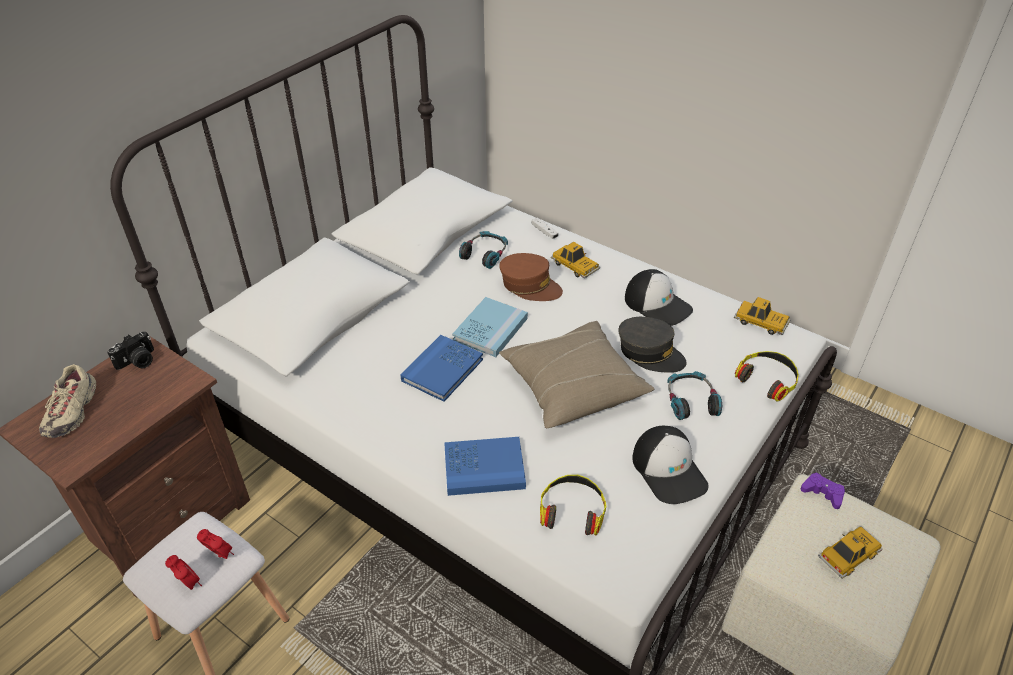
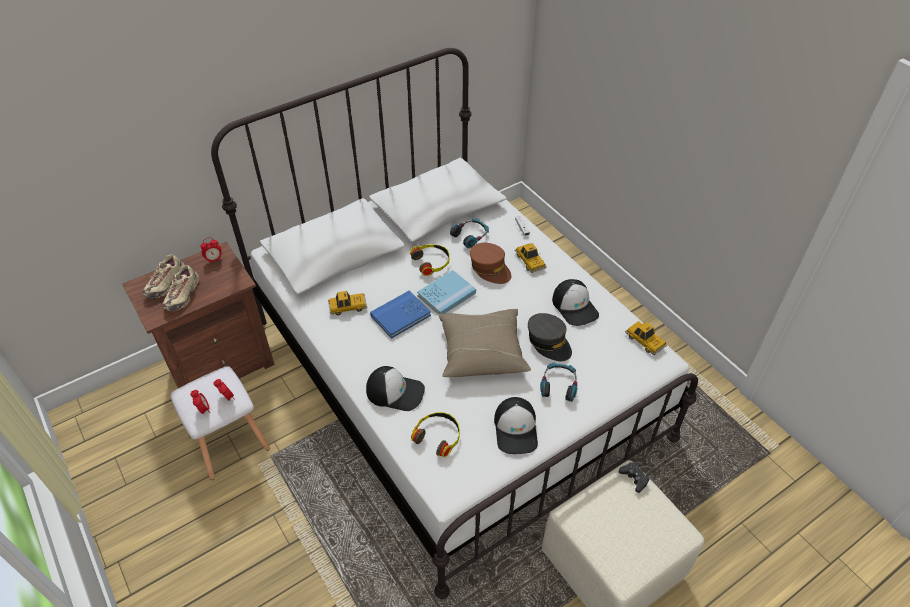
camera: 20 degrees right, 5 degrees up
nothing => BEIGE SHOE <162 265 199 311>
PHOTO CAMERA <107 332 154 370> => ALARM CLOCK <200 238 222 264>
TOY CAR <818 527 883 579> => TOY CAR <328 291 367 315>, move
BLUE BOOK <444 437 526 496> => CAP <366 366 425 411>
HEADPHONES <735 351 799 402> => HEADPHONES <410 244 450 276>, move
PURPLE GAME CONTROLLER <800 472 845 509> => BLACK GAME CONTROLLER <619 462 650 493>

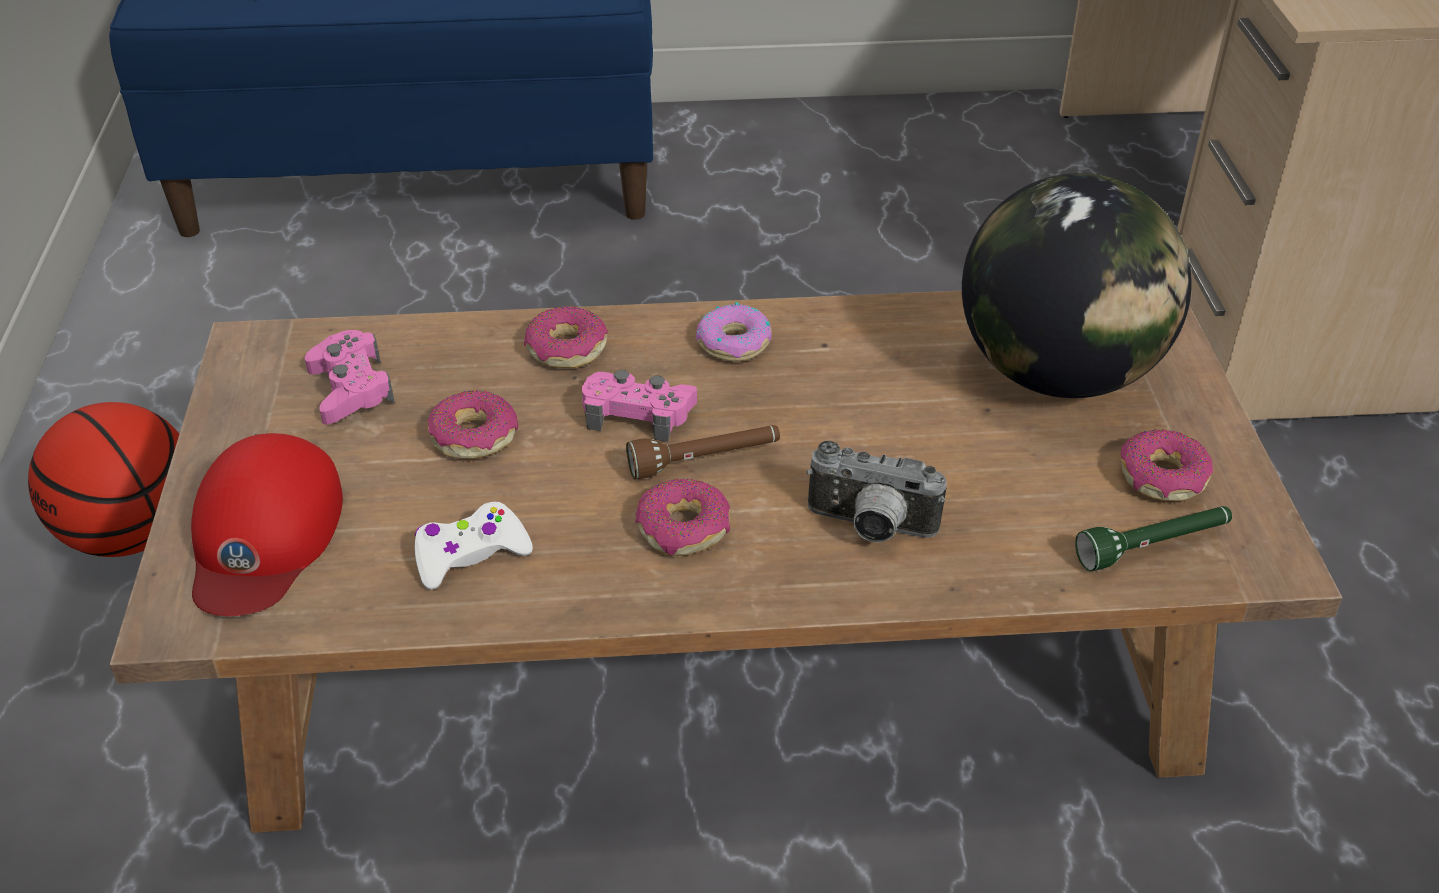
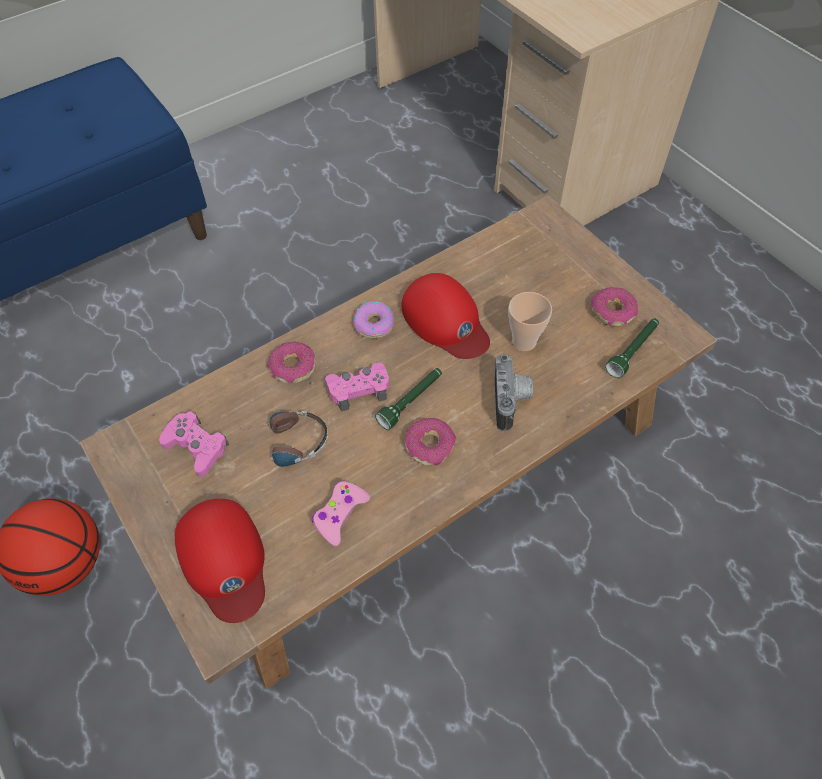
camera: 30 degrees left, 15 degrees up
DONUT <428 390 518 459> => HEADPHONES <243 411 328 467>
WHITE GAME CONTROLLER <415 501 533 590> => PINK GAME CONTROLLER <312 481 370 546>
BROWN FLASHLIGHT <626 425 780 479> => GREEN FLASHLIGHT <375 368 442 430>
nothing => RED CAP <401 273 490 359>
PHOTO CAMERA <807 441 947 543> => PHOTO CAMERA <495 354 533 432>, 75 degrees counterclockwise
nothing => CUP <508 292 552 351>
GLOBE <962 173 1192 398> => nothing

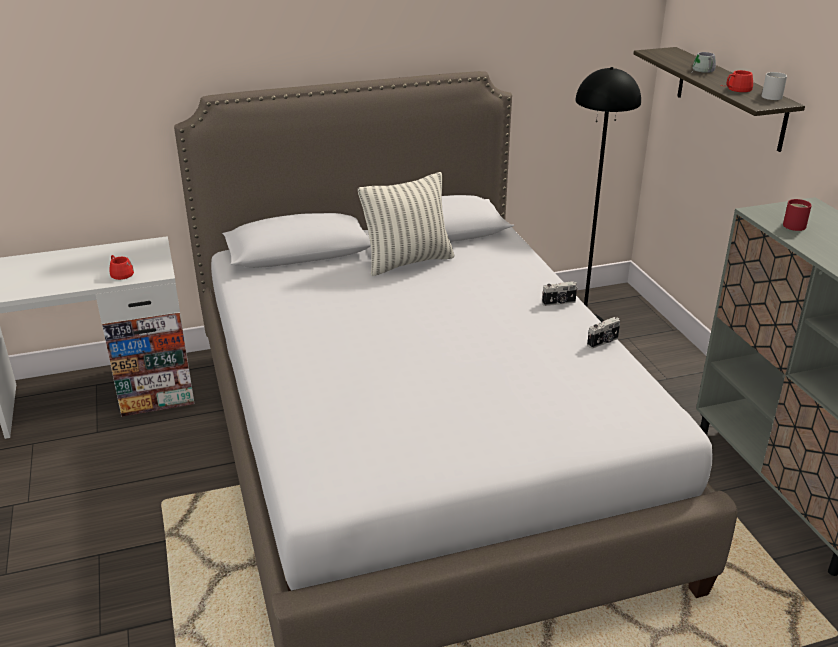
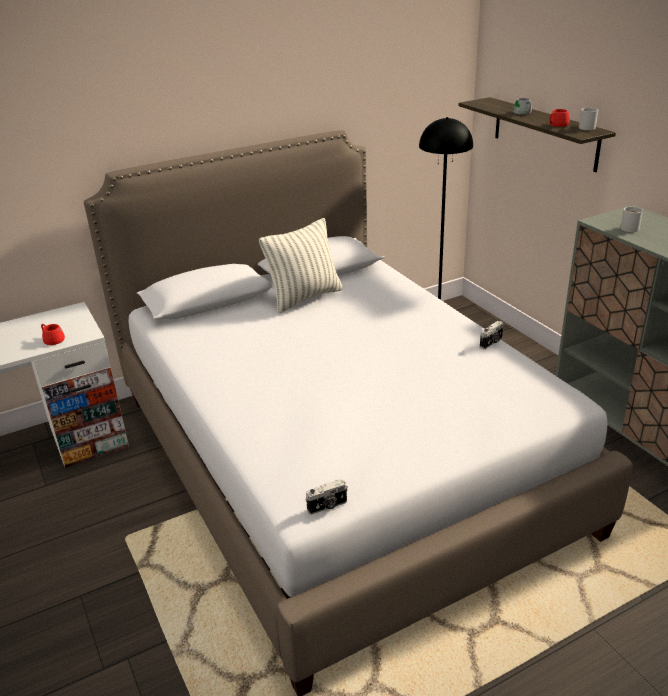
camera: 10 degrees left, 0 degrees up
PHOTO CAMERA <542 281 578 306> => PHOTO CAMERA <305 479 348 515>, move
RED MUG <783 199 812 231> => WHITE MUG <620 207 643 232>

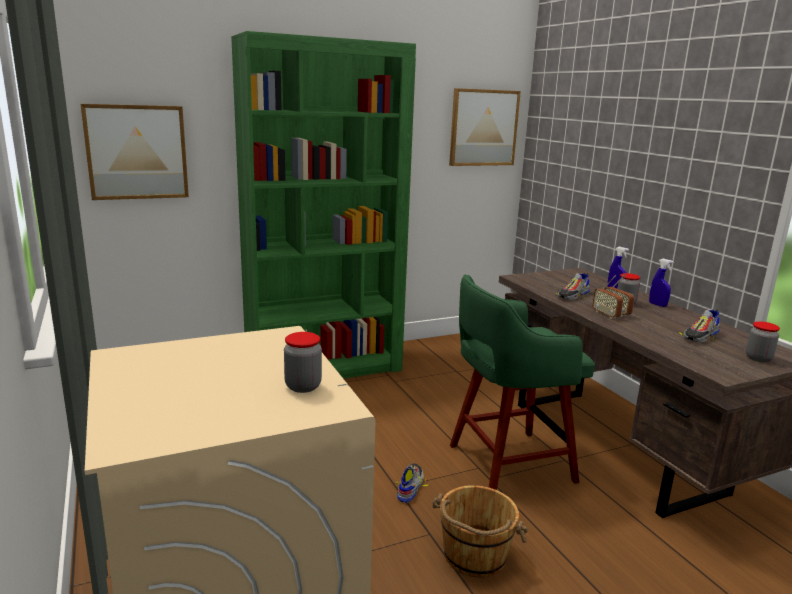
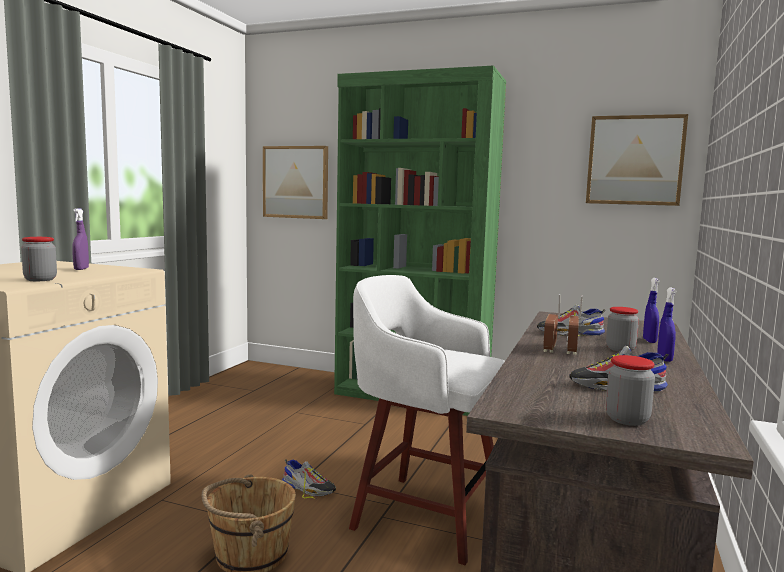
camera: 45 degrees right, 10 degrees down
nothing => PURPLE SPRAY BOTTLE <72 208 89 270>
SHOE <396 464 429 503> => SHOE <282 459 336 499>, 60 degrees clockwise
GREEN STOOL <450 275 595 490> => WHITE STOOL <349 275 505 565>

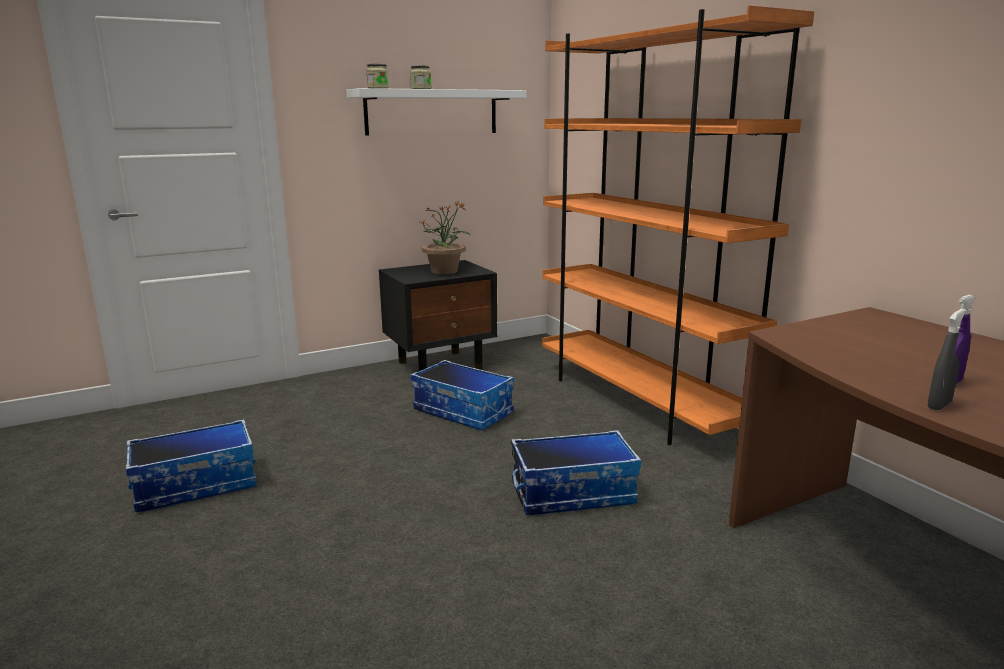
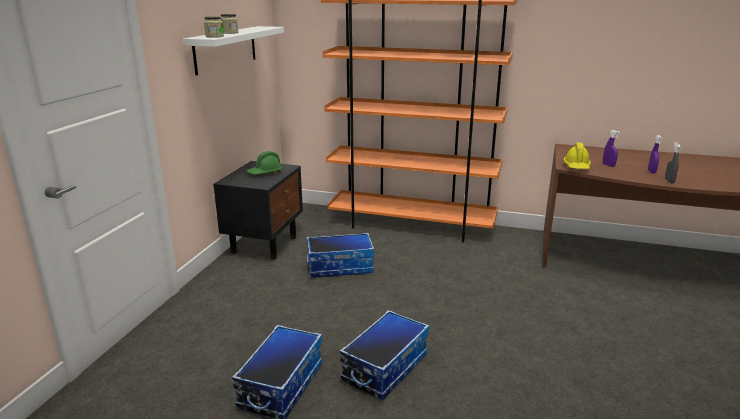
camera: 45 degrees left, 5 degrees up
POTTED PLANT <420 202 471 274> => GREEN HARD HAT <247 151 283 175>
STORAGE BOX <511 430 641 515> => STORAGE BOX <340 310 430 400>, move
nothing => YELLOW HARD HAT <563 142 591 169>
nothing => PURPLE SPRAY BOTTLE <603 130 620 167>

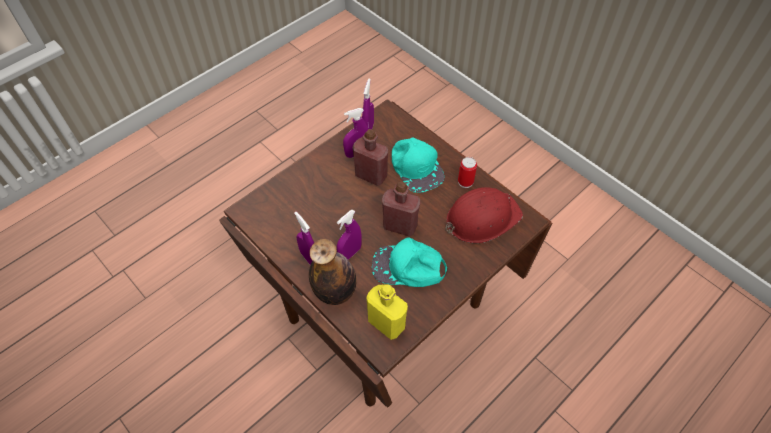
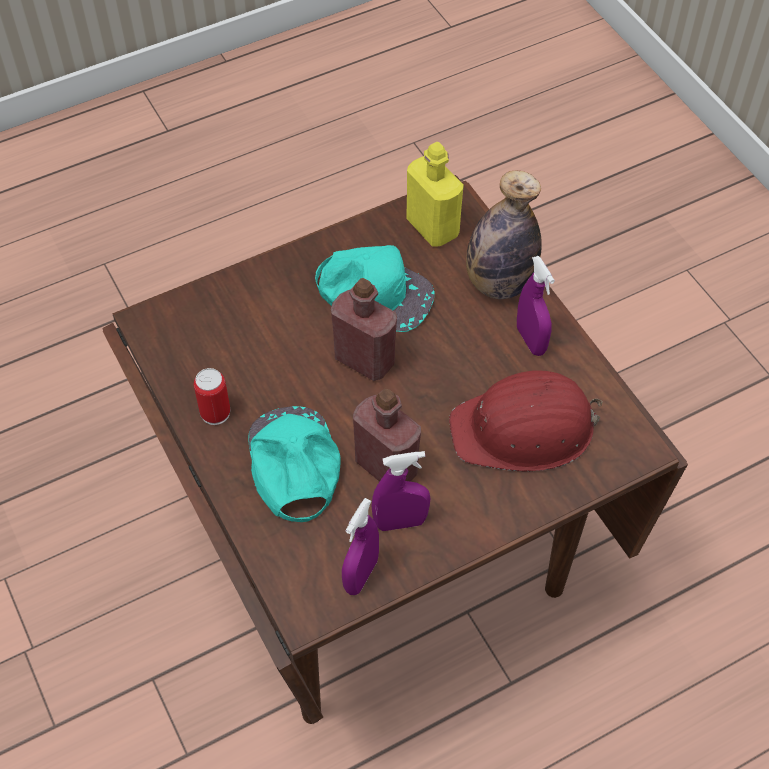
camera: 165 degrees left, 0 degrees up
RED HARD HAT <445 187 523 244> => RED HARD HAT <449 370 603 472>, move
PURPLE SPRAY BOTTLE <337 209 362 260> => nothing

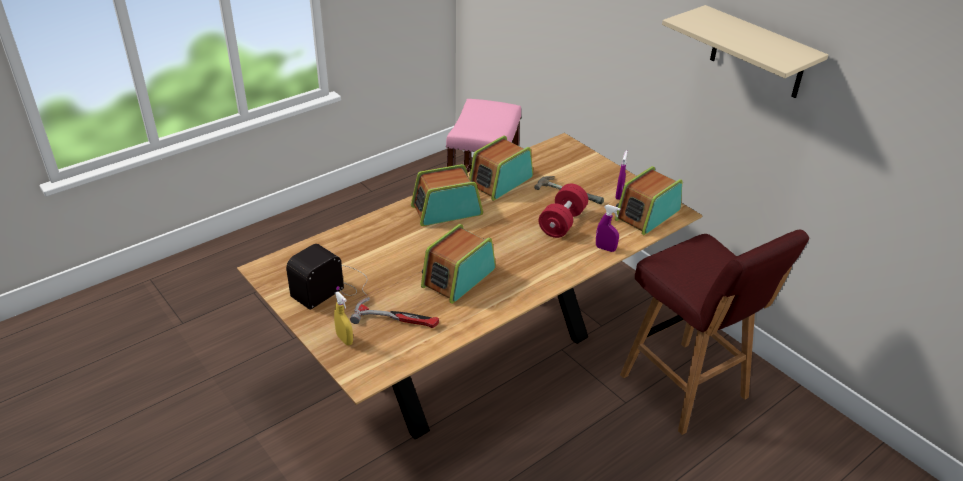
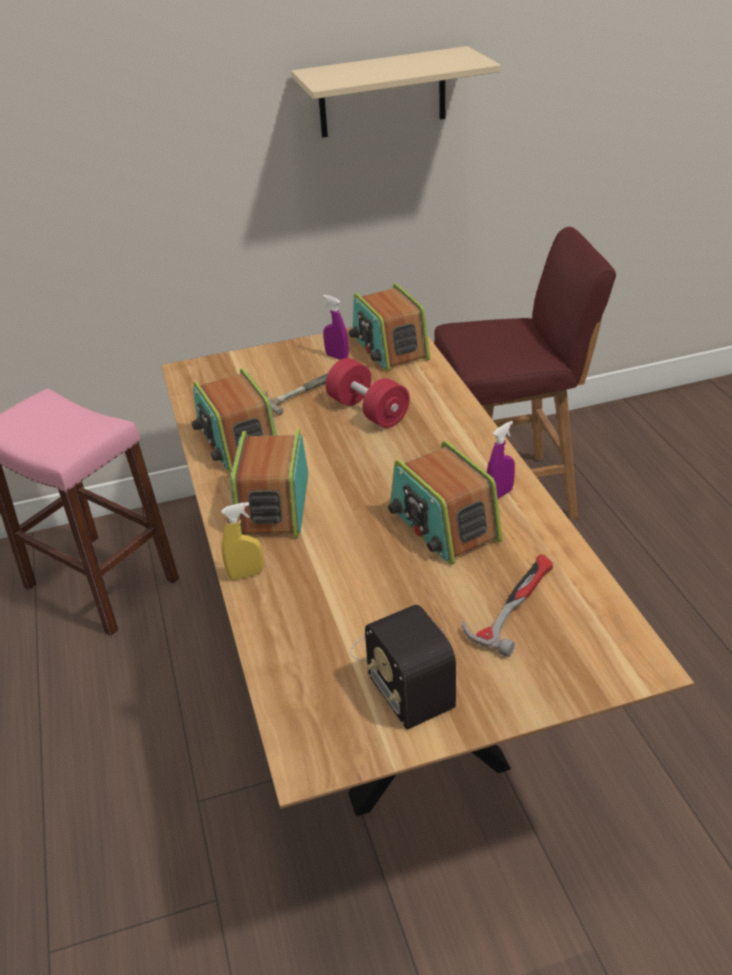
camera: 65 degrees left, 0 degrees up
YELLOW SPRAY BOTTLE <334 291 353 345> => YELLOW SPRAY BOTTLE <221 502 264 580>, move
PURPLE SPRAY BOTTLE <596 205 620 252> => PURPLE SPRAY BOTTLE <487 421 515 499>, move

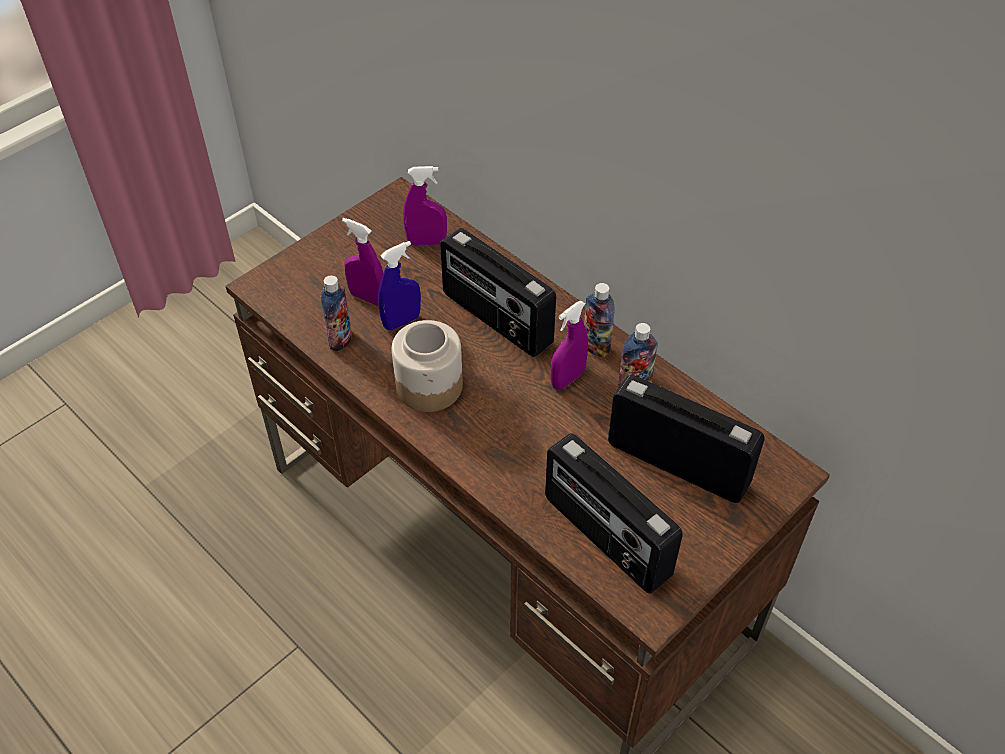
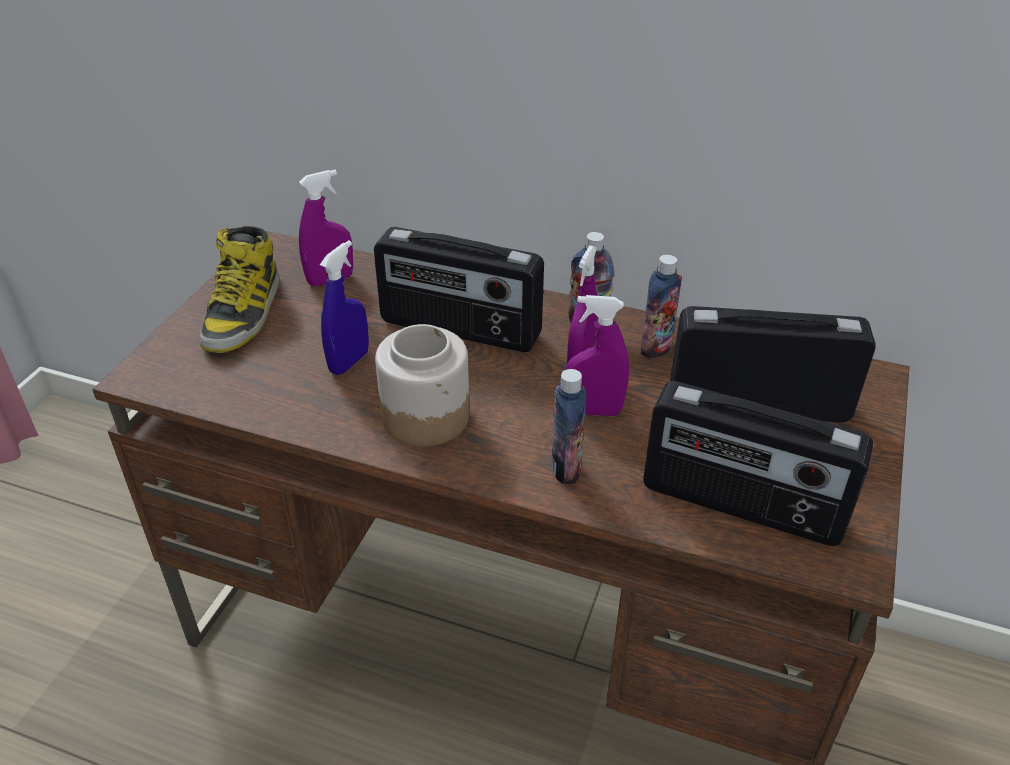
camera: 25 degrees left, 10 degrees down
nothing => BOOT <199 226 280 353>
BOTTLE <321 275 352 351> => BOTTLE <551 369 586 484>, move
PURPLE SPRAY BOTTLE <342 218 384 306> => PURPLE SPRAY BOTTLE <566 295 629 416>, move

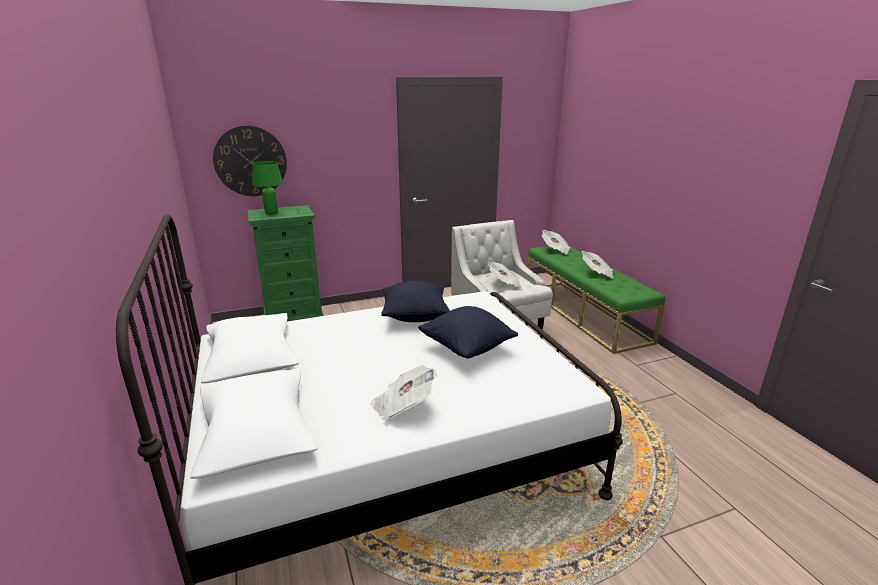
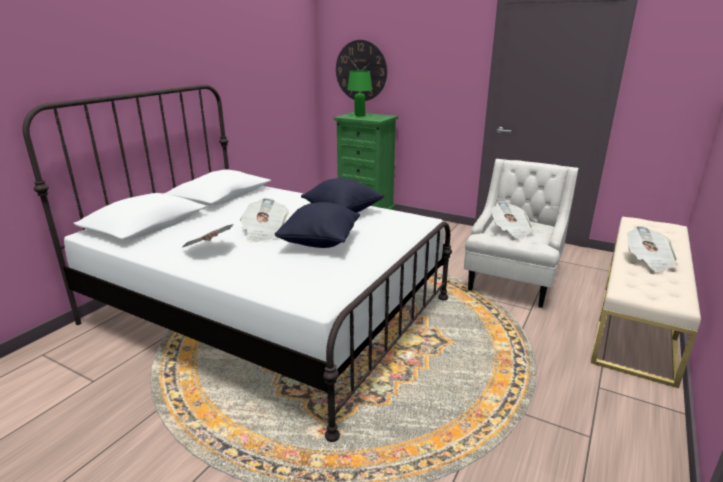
camera: 50 degrees right, 0 degrees up
NEWSPAPER <542 230 571 254> => NEWSPAPER <240 198 289 242>, move
GREEN BENCH <527 246 665 354> => BEIGE BENCH <591 217 701 388>

